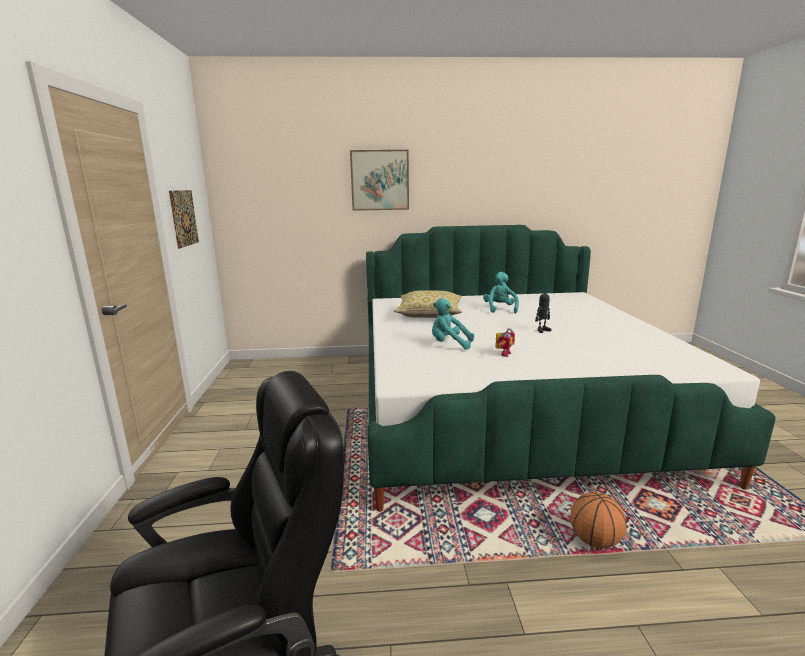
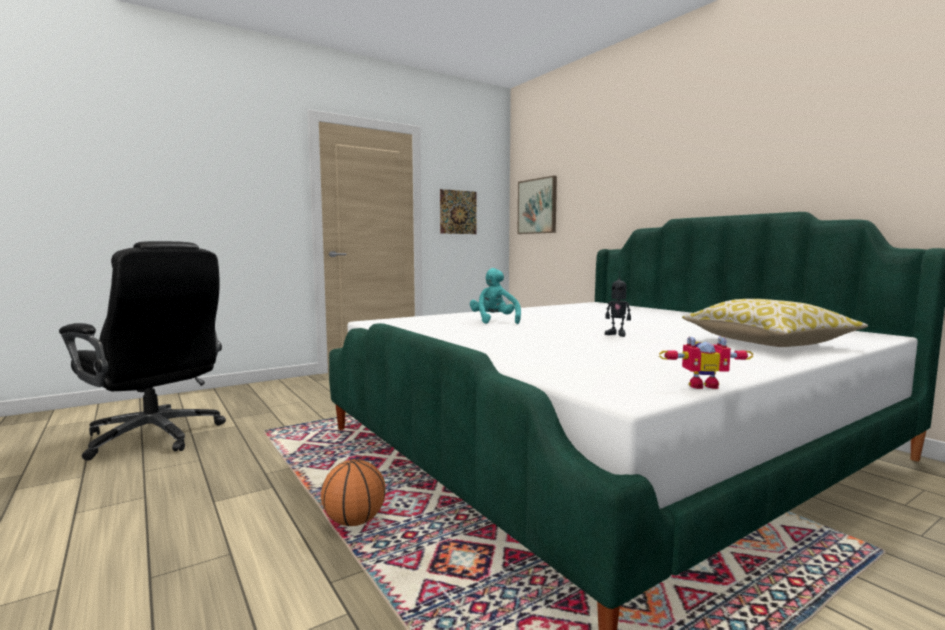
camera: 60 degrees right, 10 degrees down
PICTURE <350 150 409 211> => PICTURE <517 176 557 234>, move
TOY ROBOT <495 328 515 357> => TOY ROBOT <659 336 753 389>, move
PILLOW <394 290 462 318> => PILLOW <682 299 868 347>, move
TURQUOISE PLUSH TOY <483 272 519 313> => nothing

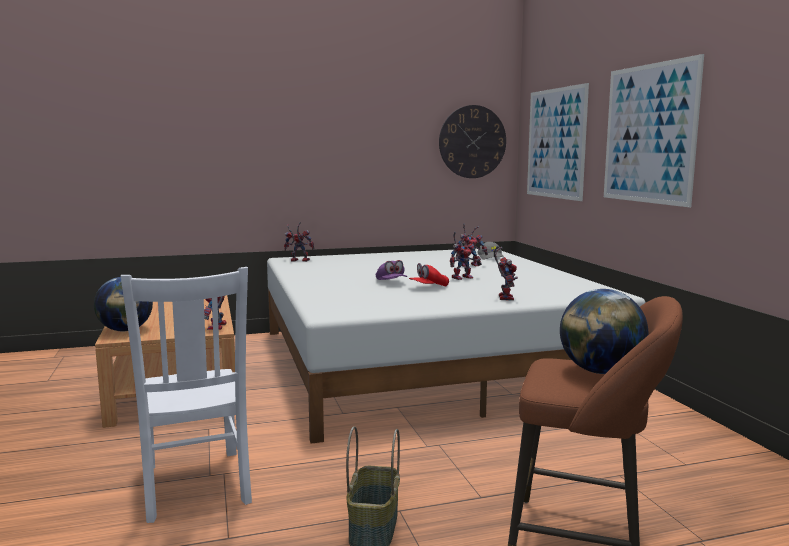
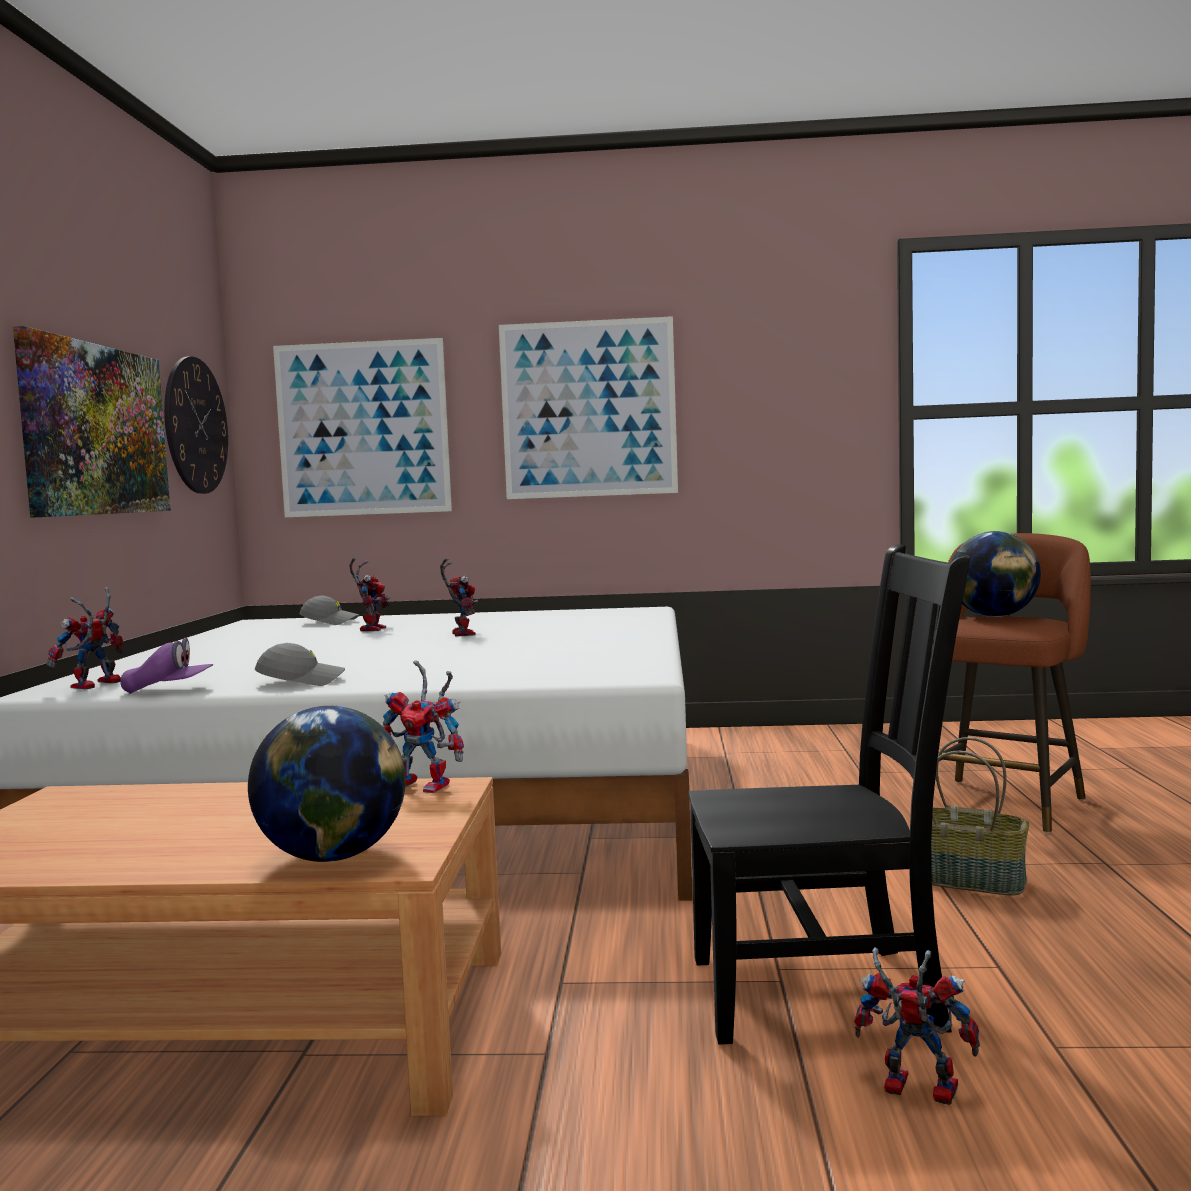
camera: 70 degrees left, 5 degrees down
nothing => PICTURE <13 326 171 518>
PURPLE CAP <376 260 407 280> => PURPLE CAP <120 638 213 694>, move
nothing => GREY CAP <255 643 345 686>
WHITE CHAIR <121 267 252 523> => BLACK CHAIR <688 545 970 1045>
TOY ROBOT <494 246 518 301> => TOY ROBOT <854 948 980 1105>, move
RED CAP <409 263 449 287> => nothing

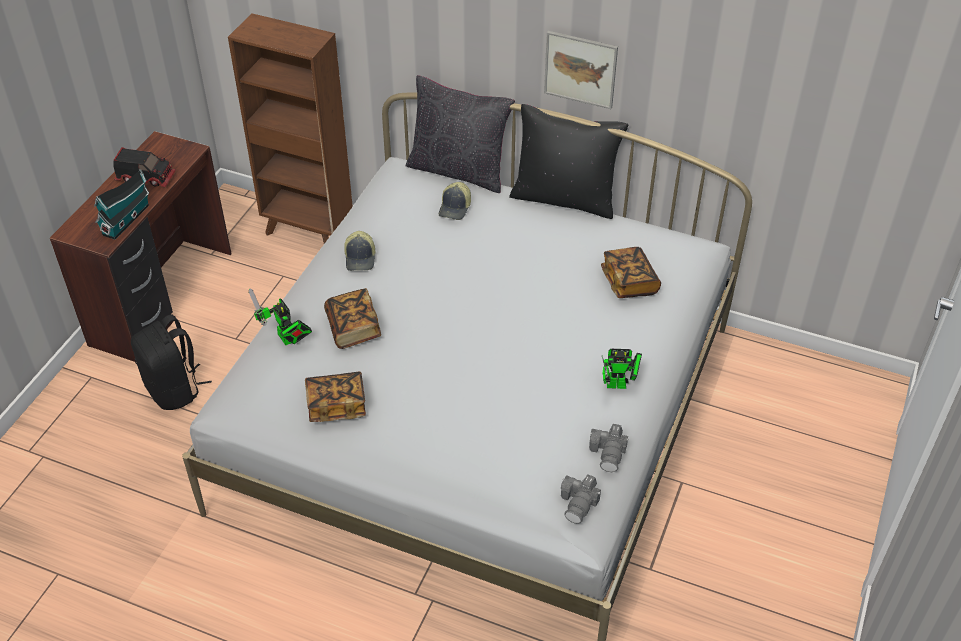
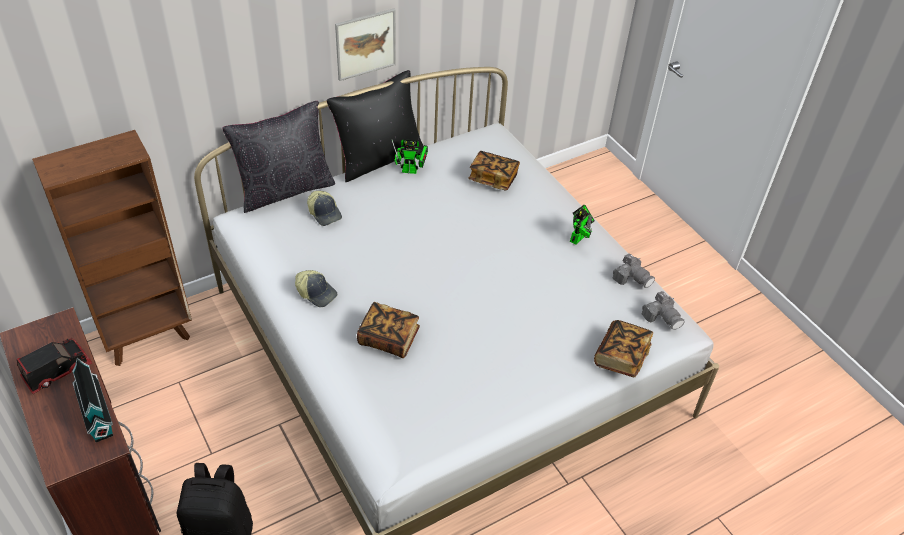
camera: 55 degrees left, 0 degrees up
TOY ROBOT <249 288 312 345> => TOY ROBOT <392 139 428 174>, move
BOOK <305 371 366 422> => BOOK <594 320 653 377>, move

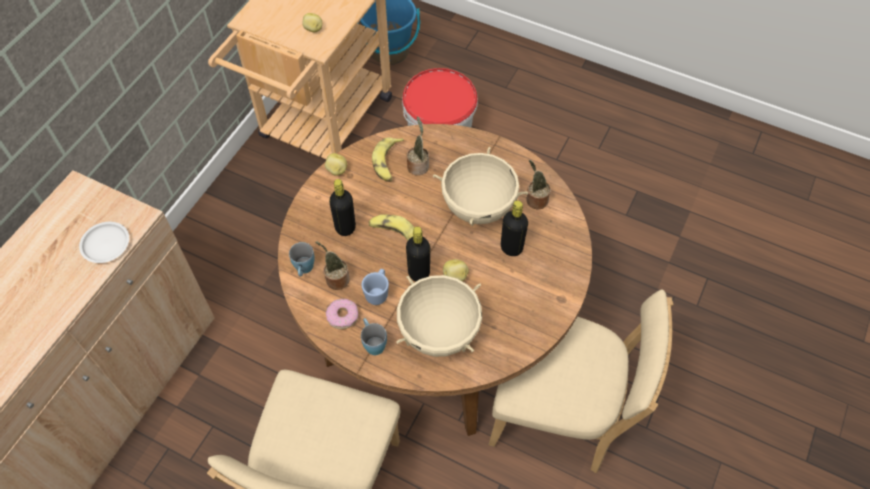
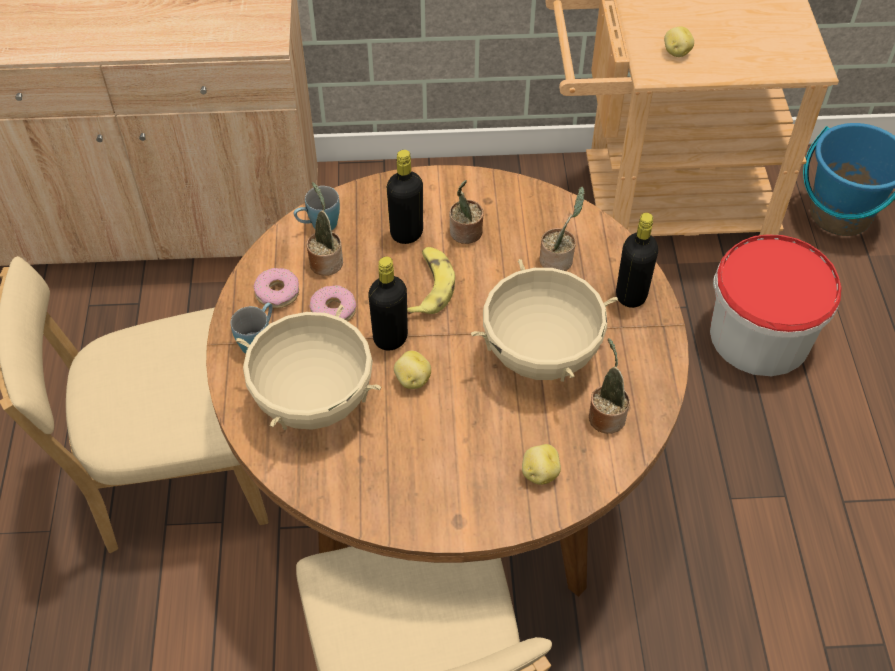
camera: 60 degrees right, 5 degrees down
BLUE MUG <361 269 389 305> => DONUT <309 285 357 321>
nothing => POTTED PLANT <450 180 484 244>
POTATO <325 153 347 176> => POTATO <522 444 561 485>, move
BLACK BOTTLE <501 200 528 256> => BLACK BOTTLE <616 213 658 308>, move
WHITE PLATE <79 222 129 263> => nothing
BANANA <372 137 404 182> => nothing

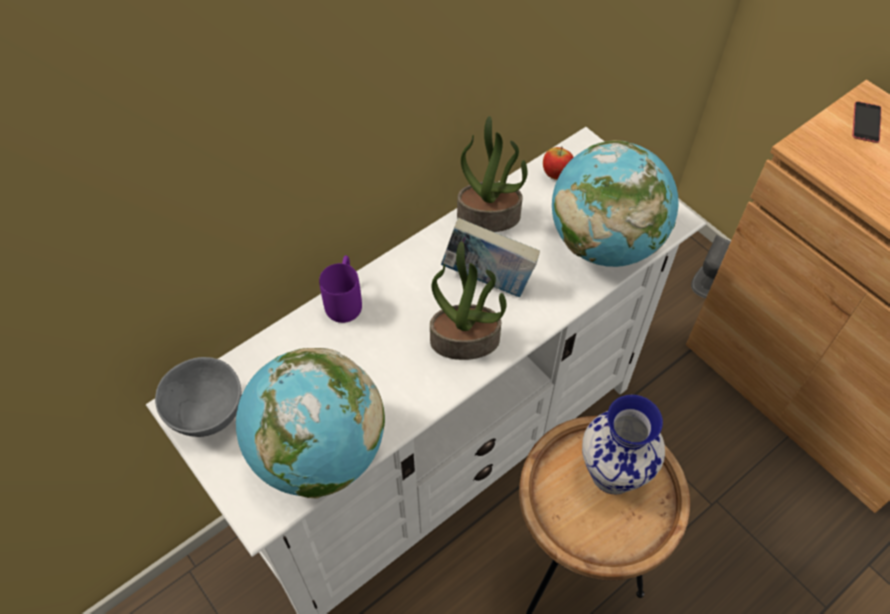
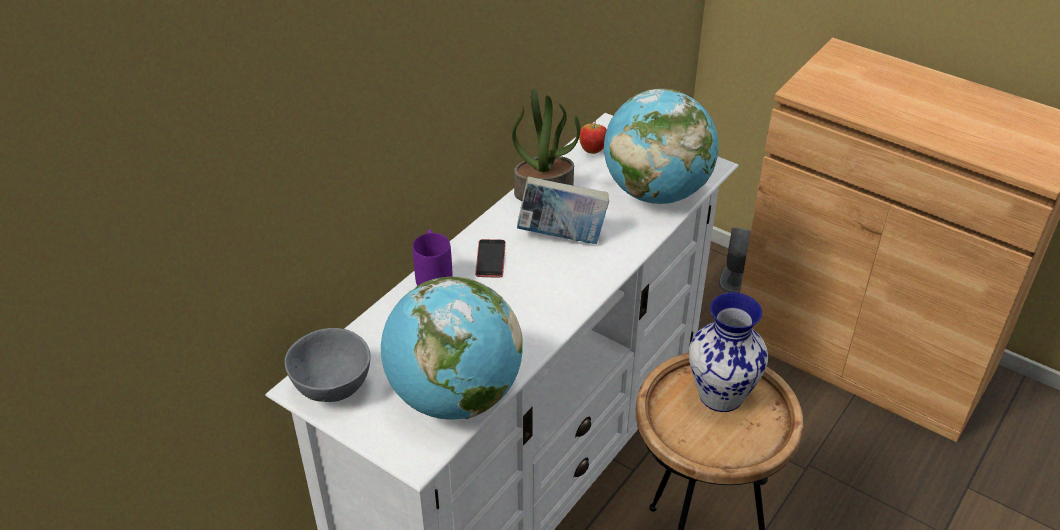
camera: 15 degrees left, 15 degrees down
PHONE <852 102 881 143> => PHONE <475 239 506 278>, move
POTTED PLANT <430 241 506 360> => nothing

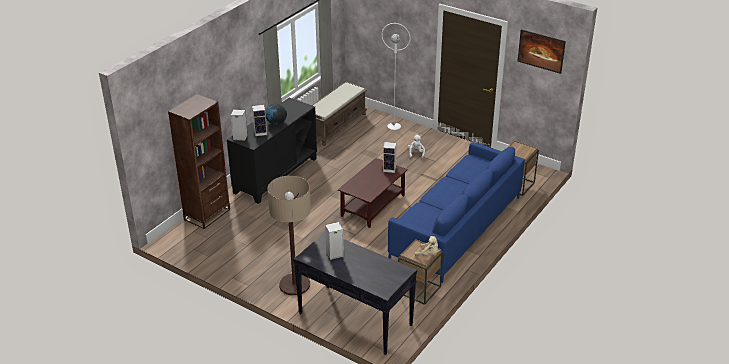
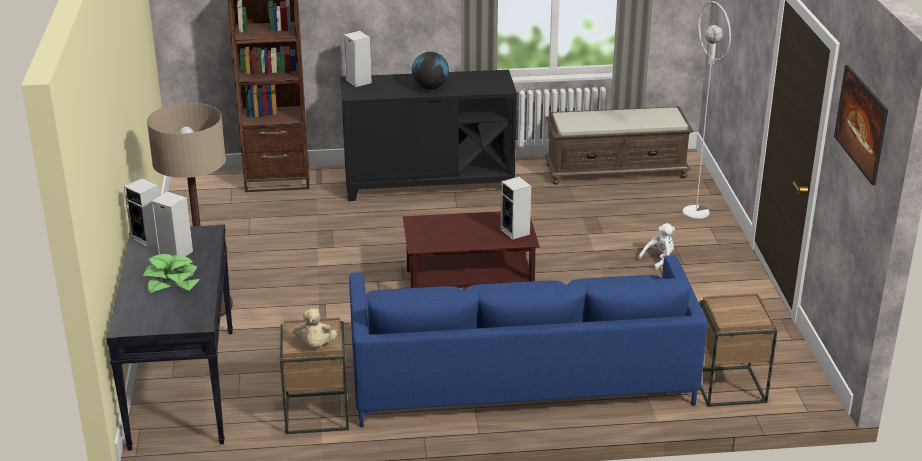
camera: 50 degrees right, 5 degrees down
SPEAKER <252 105 267 136> => SPEAKER <124 178 160 248>, move
nothing => POTTED PLANT <143 254 200 293>

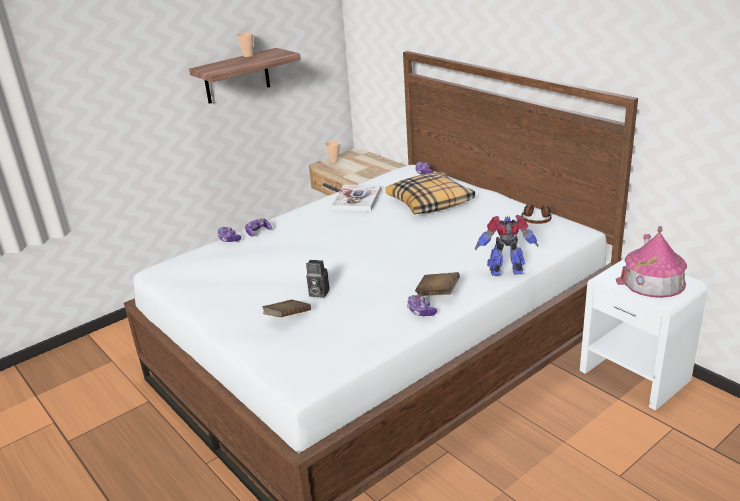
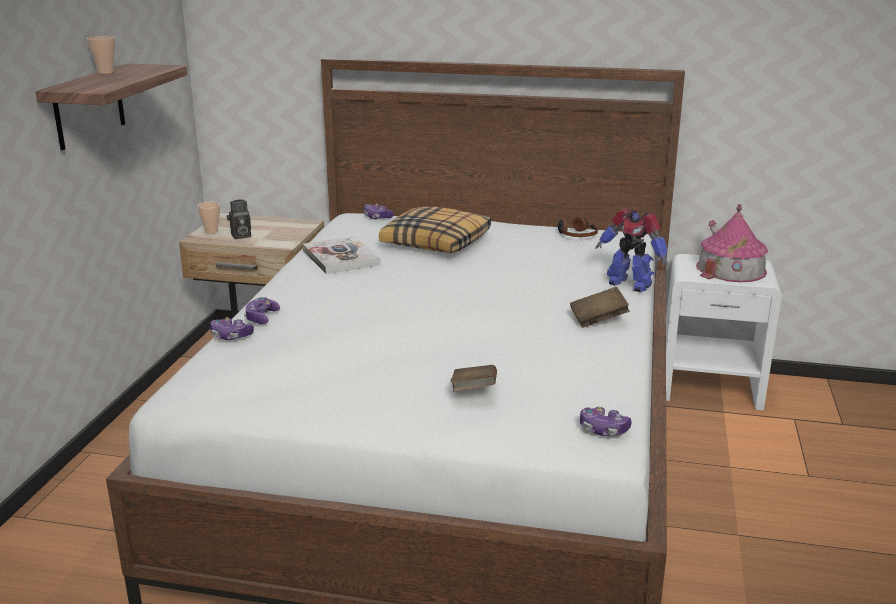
camera: 40 degrees left, 5 degrees down
PHOTO CAMERA <306 260 329 298> => PHOTO CAMERA <227 199 251 239>, move
GAME CONTROLLER <407 295 437 316> => GAME CONTROLLER <580 406 632 436>, move
TOY ROBOT <475 215 538 276> => TOY ROBOT <595 208 668 292>, 105 degrees counterclockwise

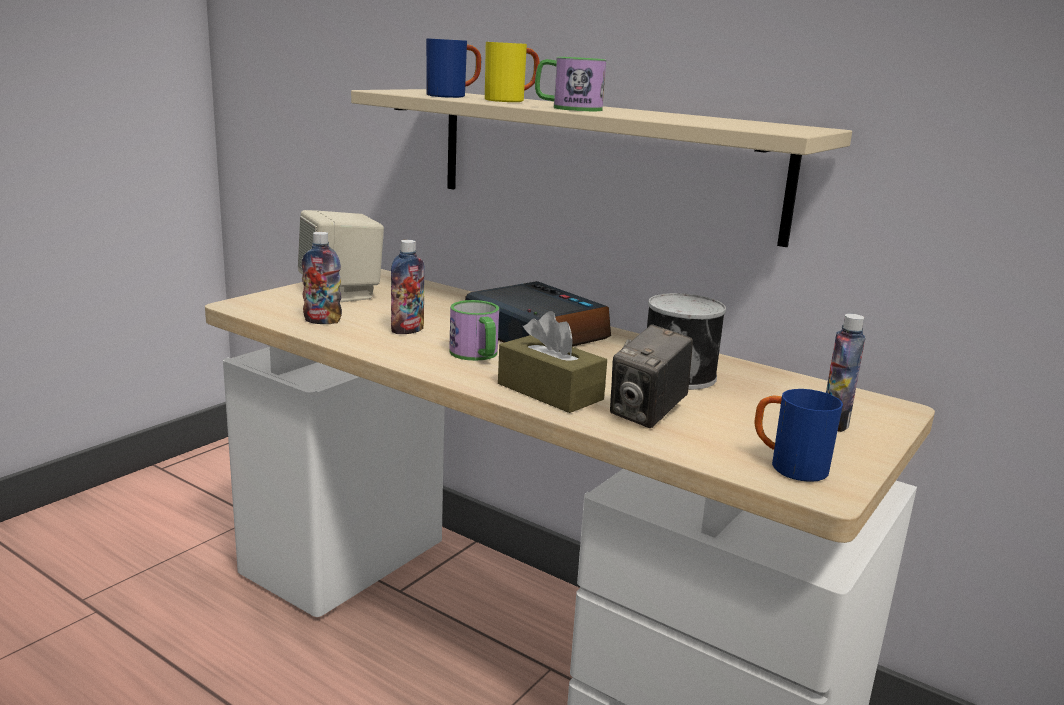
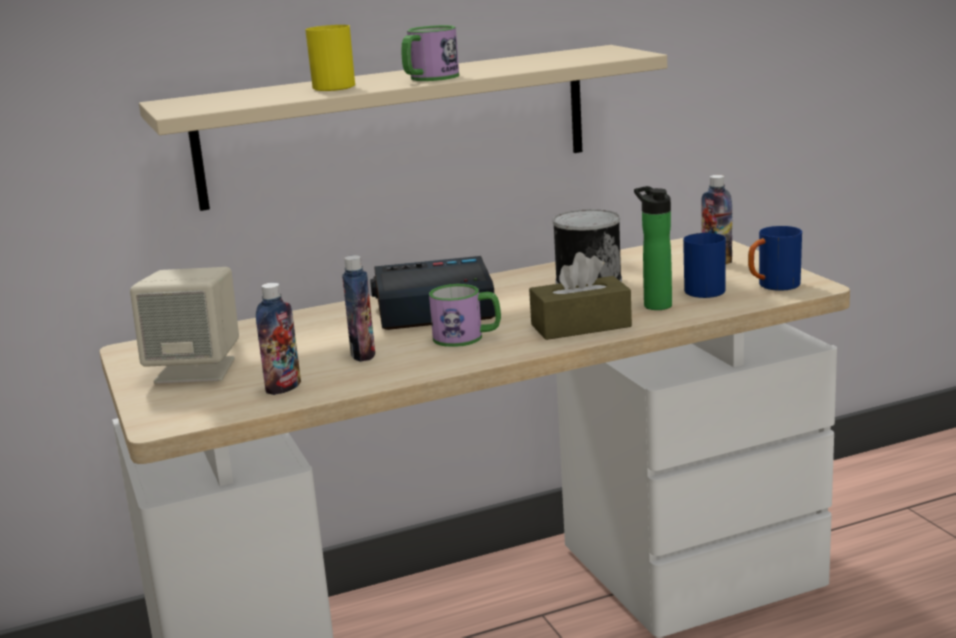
camera: 55 degrees left, 0 degrees up
PHOTO CAMERA <610 324 693 428> => BOTTLE <634 186 672 310>
BLUE MUG <426 38 481 98> => BLUE MUG <683 233 726 298>, move

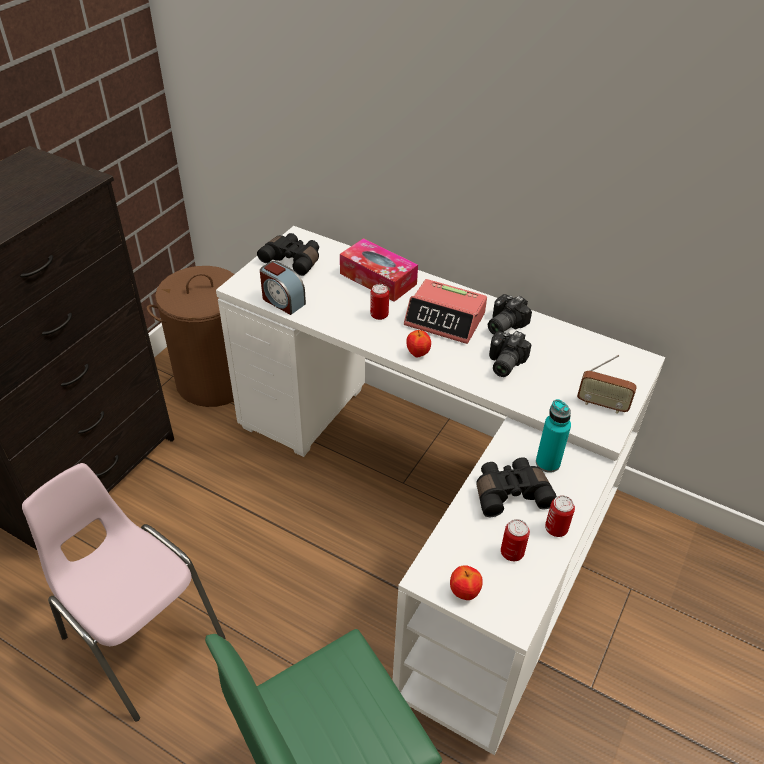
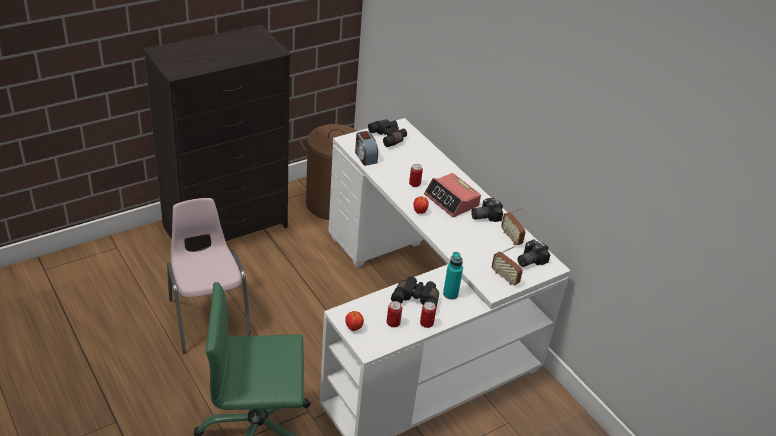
camera: 25 degrees right, 5 degrees down
nothing => RADIO <501 207 526 245>
PHOTO CAMERA <489 331 531 377> => PHOTO CAMERA <518 240 550 267>, move
TISSUE BOX <340 238 418 302> => nothing

